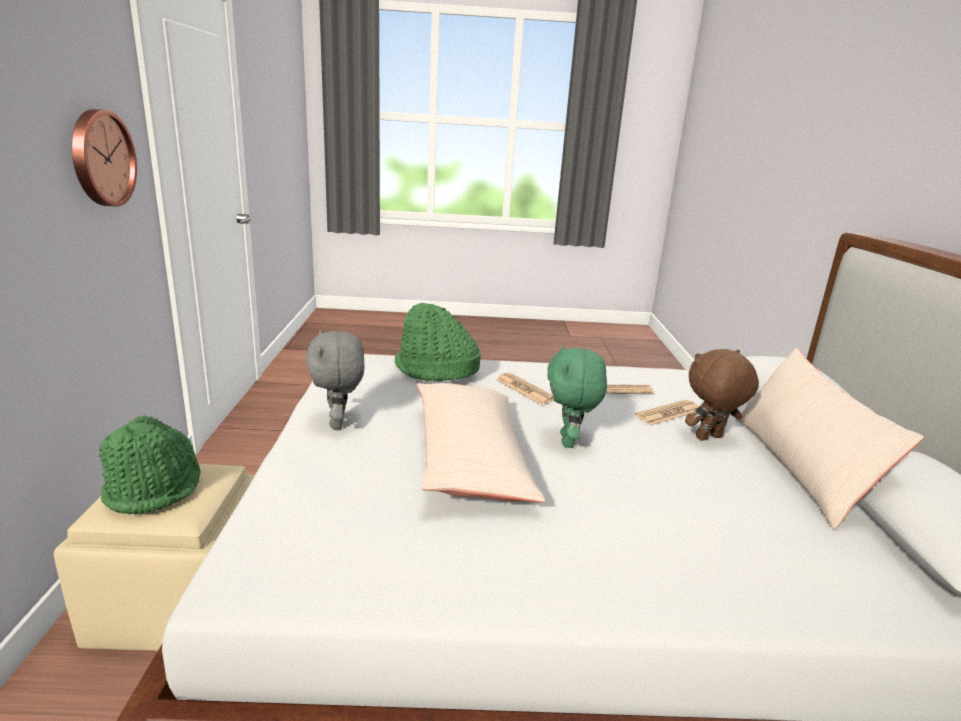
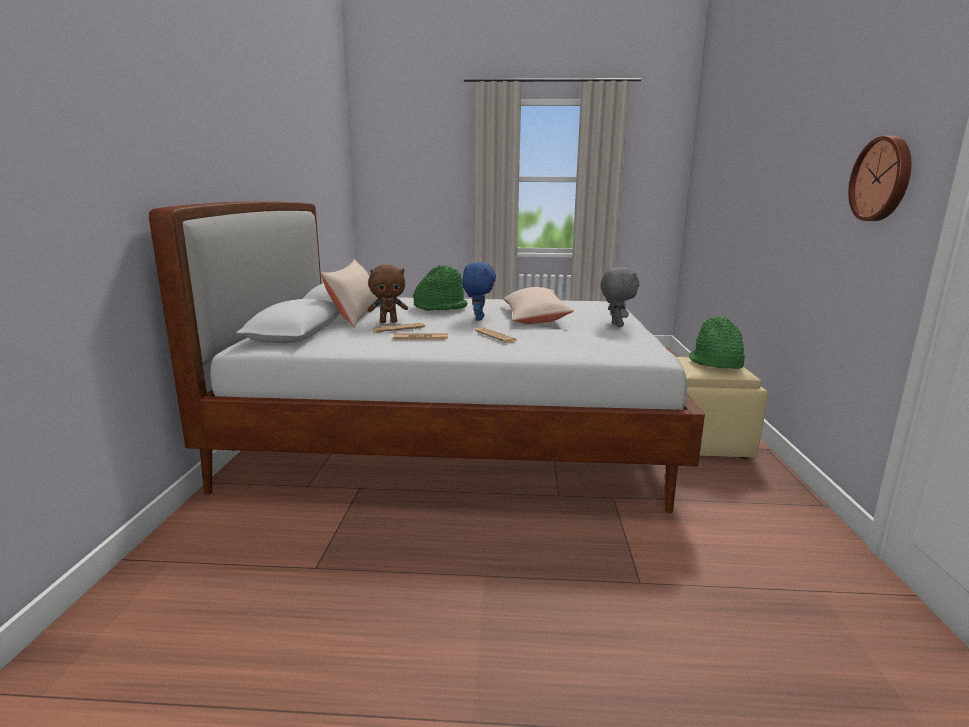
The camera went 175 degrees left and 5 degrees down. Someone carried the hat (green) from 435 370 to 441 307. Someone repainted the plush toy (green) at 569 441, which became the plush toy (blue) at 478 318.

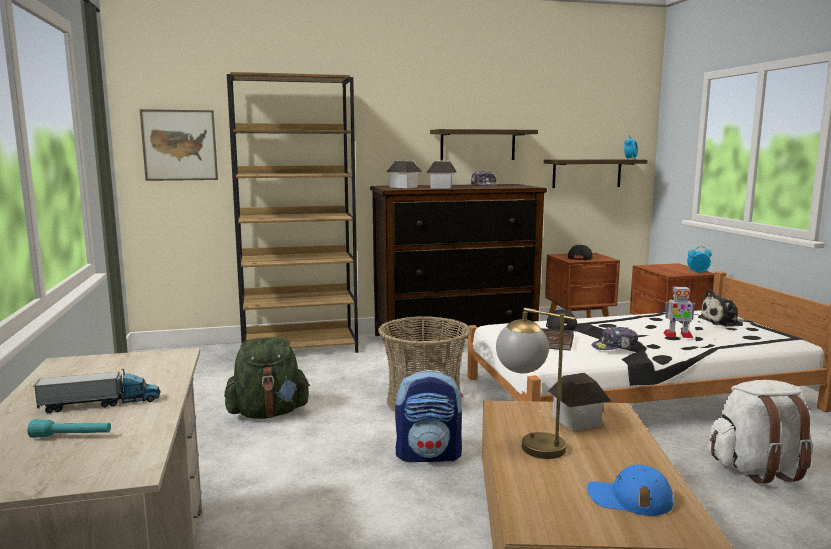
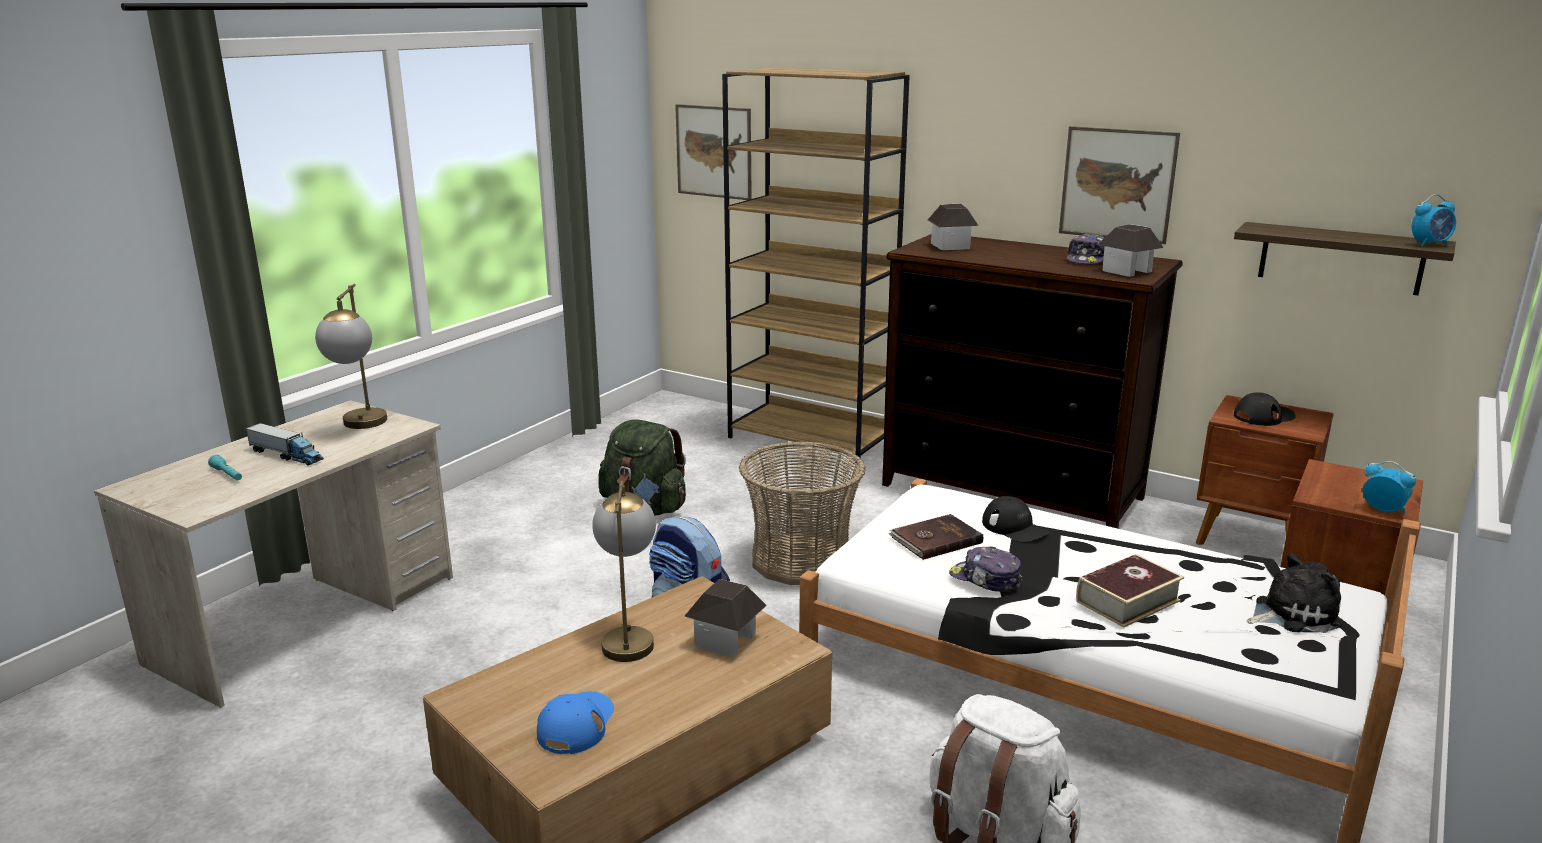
The camera went 45 degrees right and 10 degrees up. Someone put down the table lamp at 361 427. Someone carried the toy house from 441 187 to 1127 271. Someone swapped the shelf at 478 145 for the picture at 1117 184. Someone swapped the toy robot at 677 335 for the book at 1127 601. Someone rotated the cap (blue) at 629 498 by 45 degrees clockwise. Someone rotated the plush toy at 723 322 by 135 degrees clockwise.

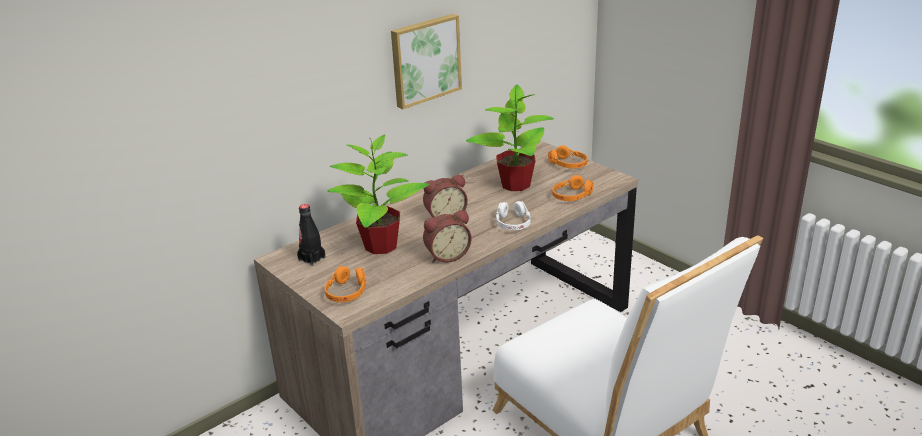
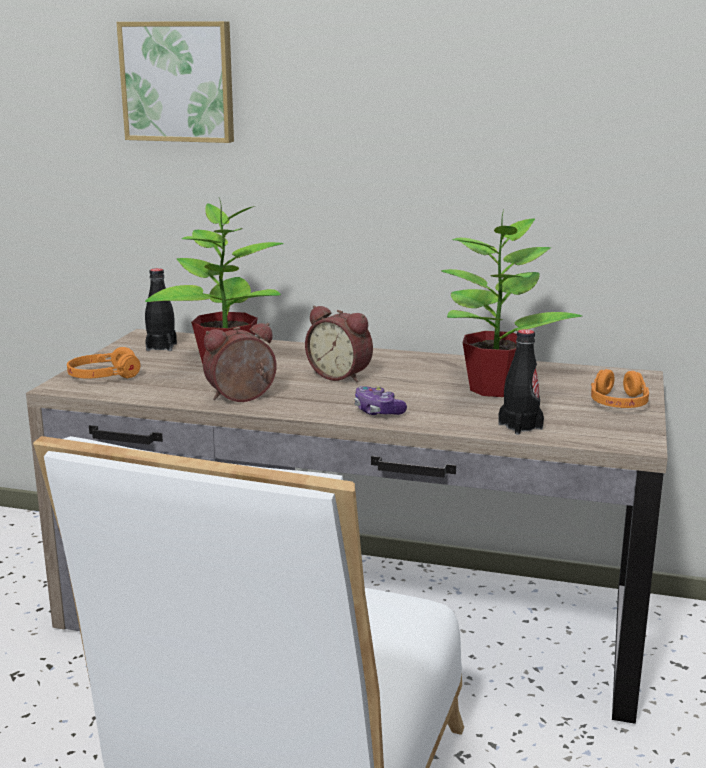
The camera went 55 degrees right and 10 degrees down. Someone carried the picture from 424 60 to 178 82. Someone swapped the headphones (white) at 513 223 for the game controller at 378 411. Someone swapped the headphones (orange) at 572 196 for the bottle (black) at 520 426. Someone rotated the alarm clock at 447 255 by 120 degrees clockwise.

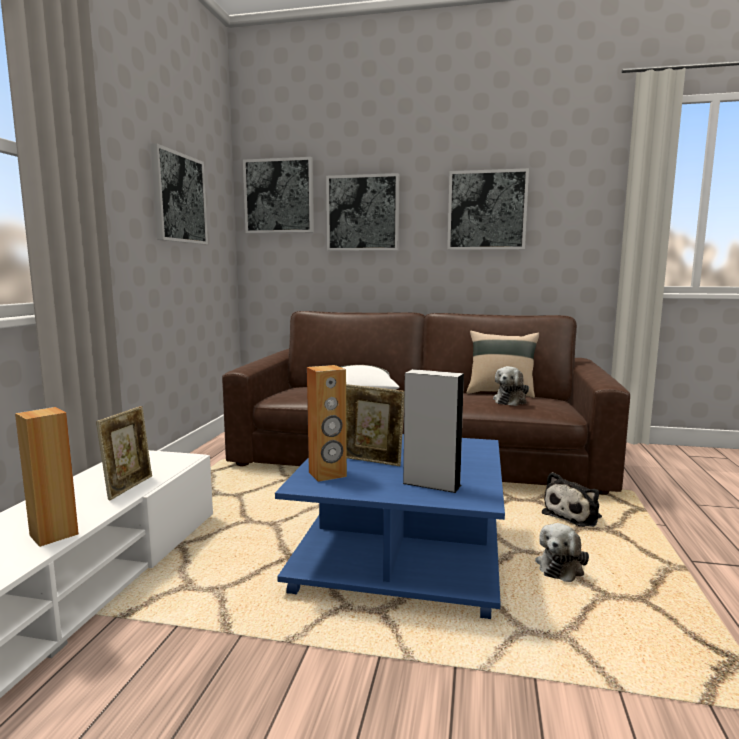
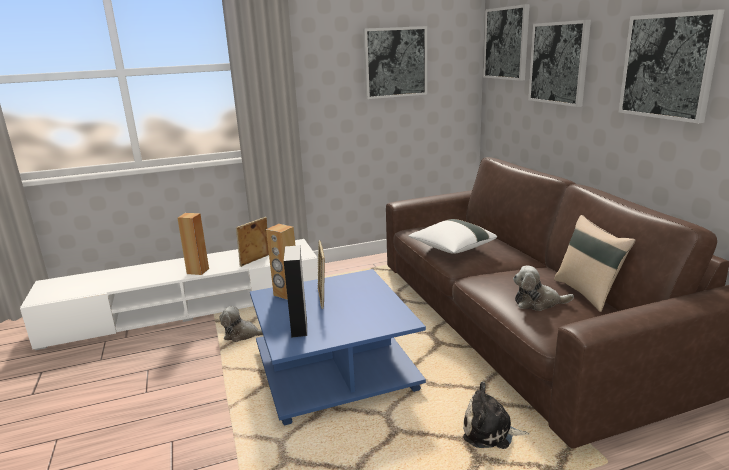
The camera went 60 degrees right and 10 degrees up. Someone carried the plush toy from 560 567 to 242 335. Someone rotated the picture frame at 129 487 by 150 degrees clockwise.

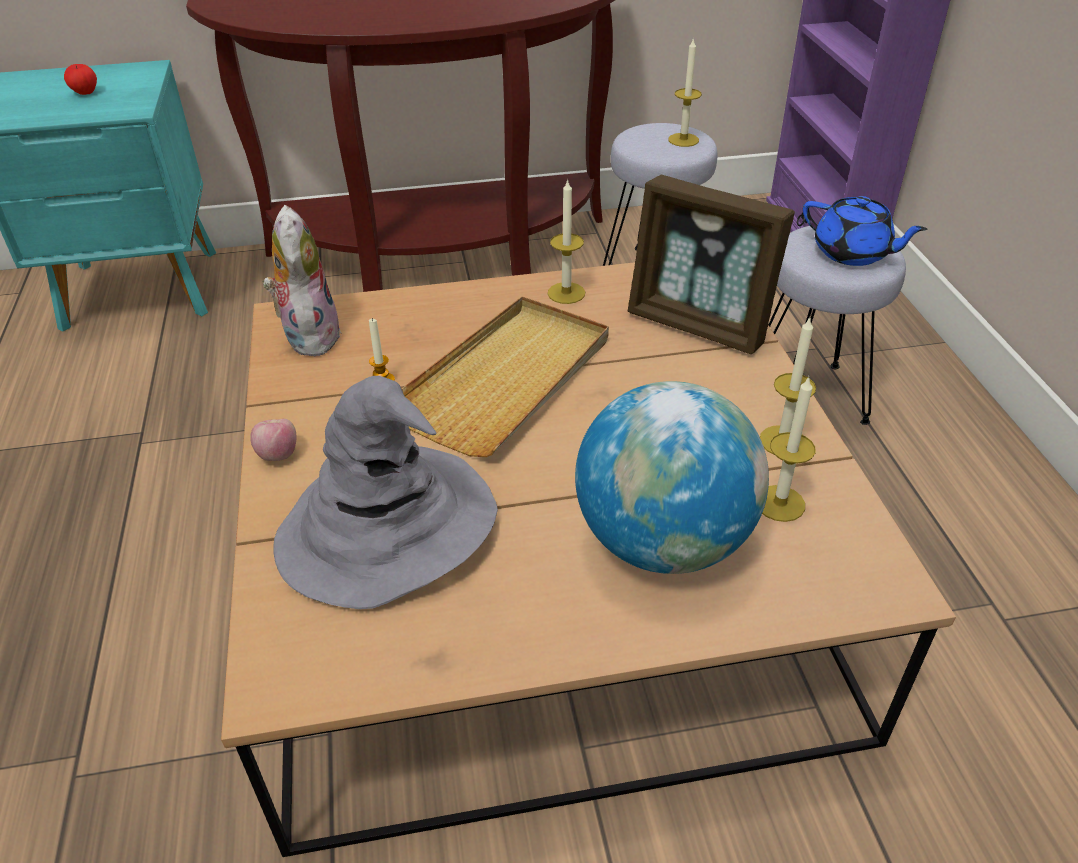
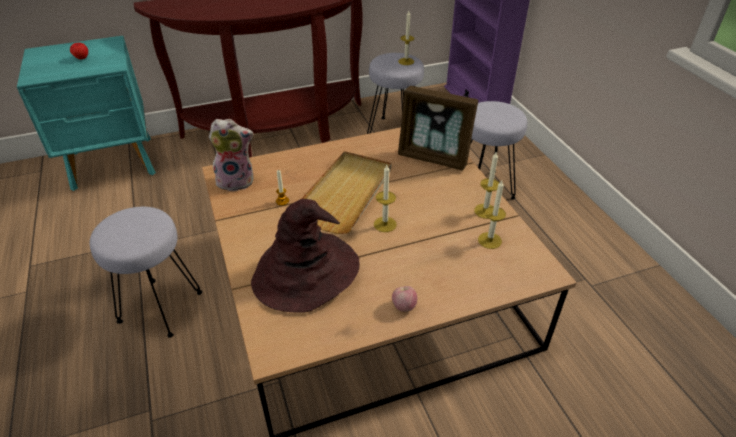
The camera went 10 degrees left and 0 degrees up. Someone took away the globe at 663 541. Someone took away the teapot (blue) at 852 253. Someone put down the stool (grey) at 160 308. Someone carried the apple from 278 455 to 404 306. Someone carried the candle from 566 293 to 385 224. Someone repainted the hat (grey) at 387 527, which became the hat (brown) at 306 273. Someone rotated the plush toy at 308 335 by 105 degrees clockwise.

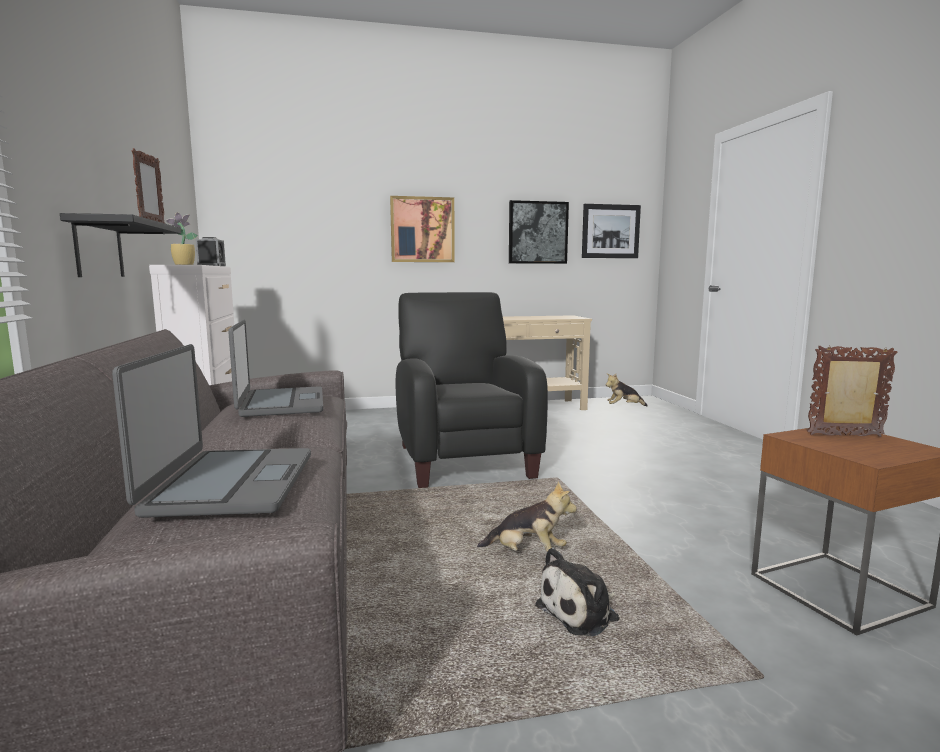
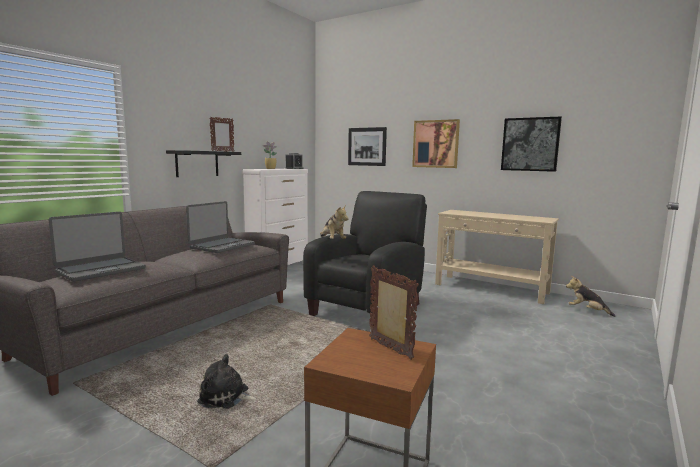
The camera went 45 degrees right and 0 degrees up. Someone carried the plush toy from 527 554 to 332 241. Someone carried the picture from 610 231 to 367 146.

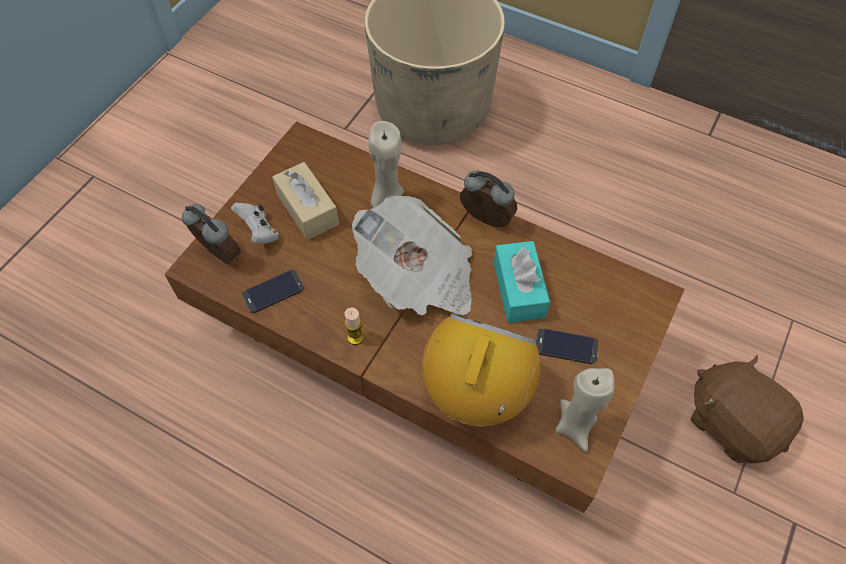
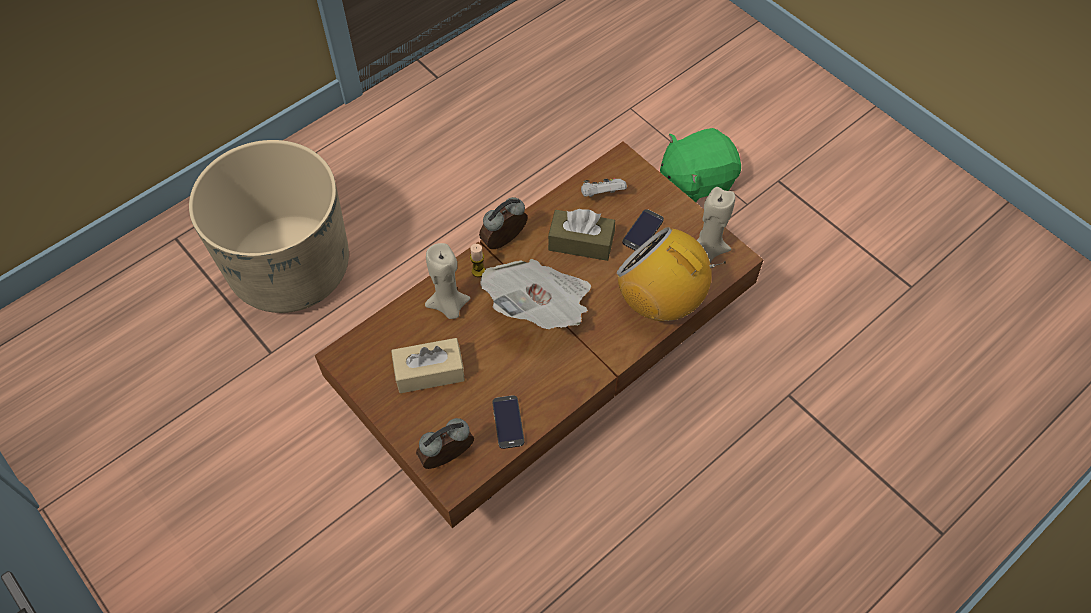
The camera went 70 degrees left and 0 degrees up. Someone carried the game controller (white) from 259 232 to 601 195. Someone carried the candle from 355 337 to 478 271. Someone repainted the tissue box (turquoise) at 518 289, which became the tissue box (brown) at 581 242. Someone repainted the plush toy (brown) at 732 422, which became the plush toy (green) at 696 181.

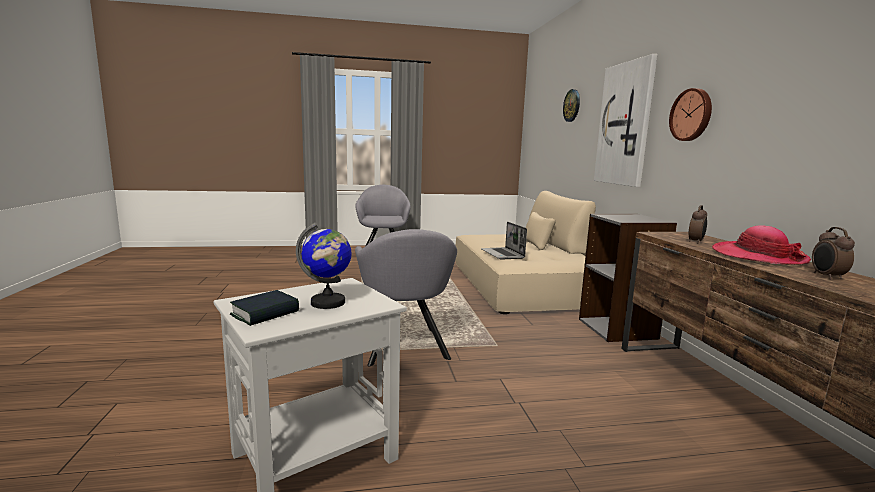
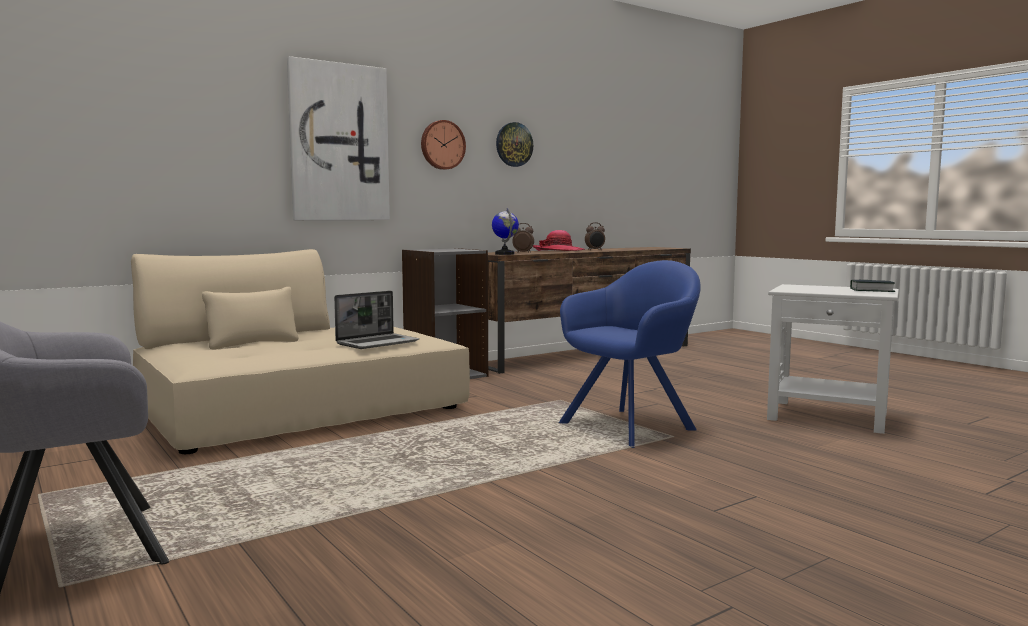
The camera went 115 degrees left and 5 degrees down. Someone carried the globe from 328 303 to 505 254. Someone carried the wall clock from 572 105 to 514 144. Someone repainted the armchair (grey) at 404 349, which became the armchair (blue) at 632 425.

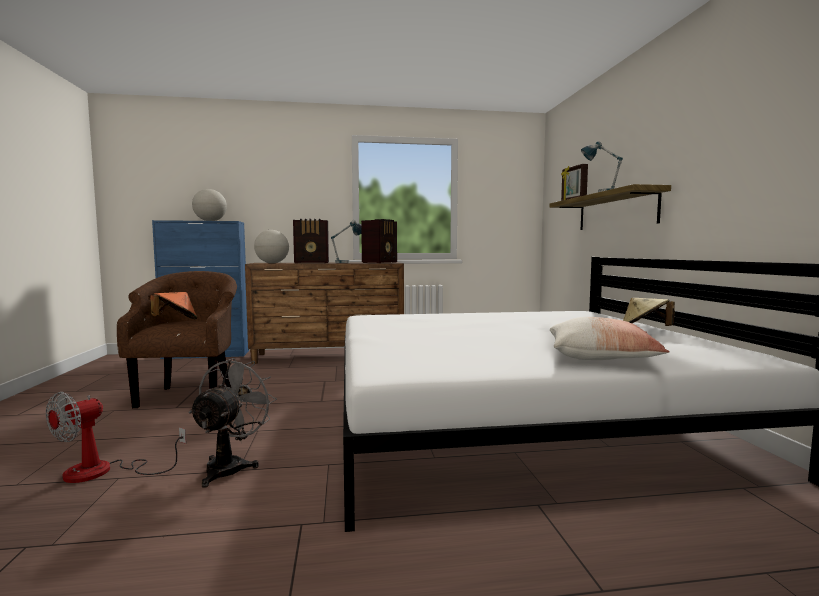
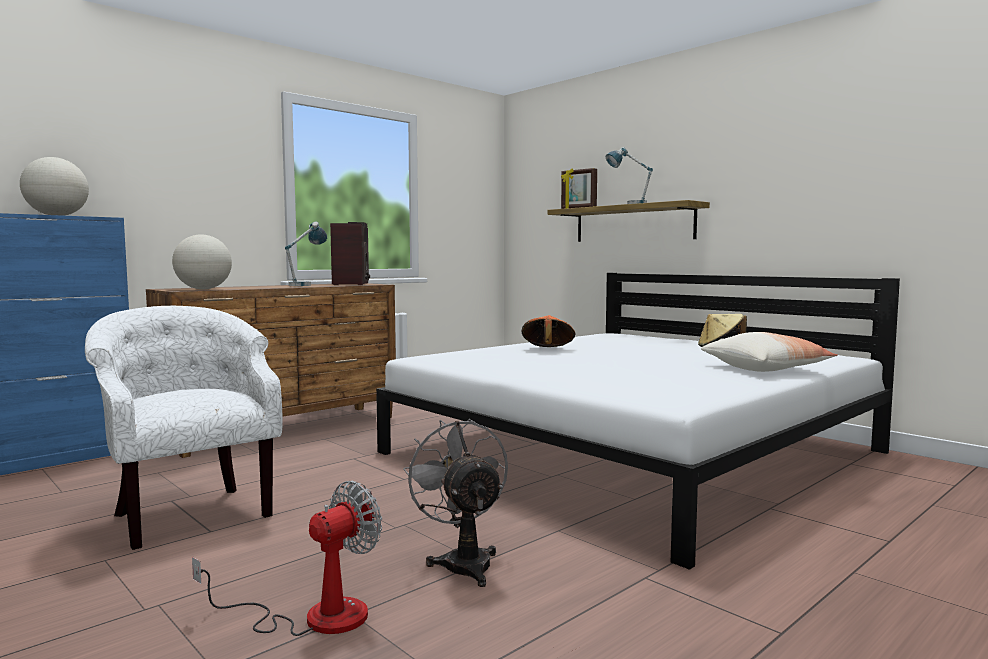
The camera went 35 degrees left and 0 degrees up. Someone took away the radio at 312 262. Someone carried the hat (orange) from 176 321 to 547 349. Someone repainted the armchair (brown) at 190 395, which became the armchair (white) at 188 513. Someone rotated the fan at 103 472 by 135 degrees counterclockwise.

